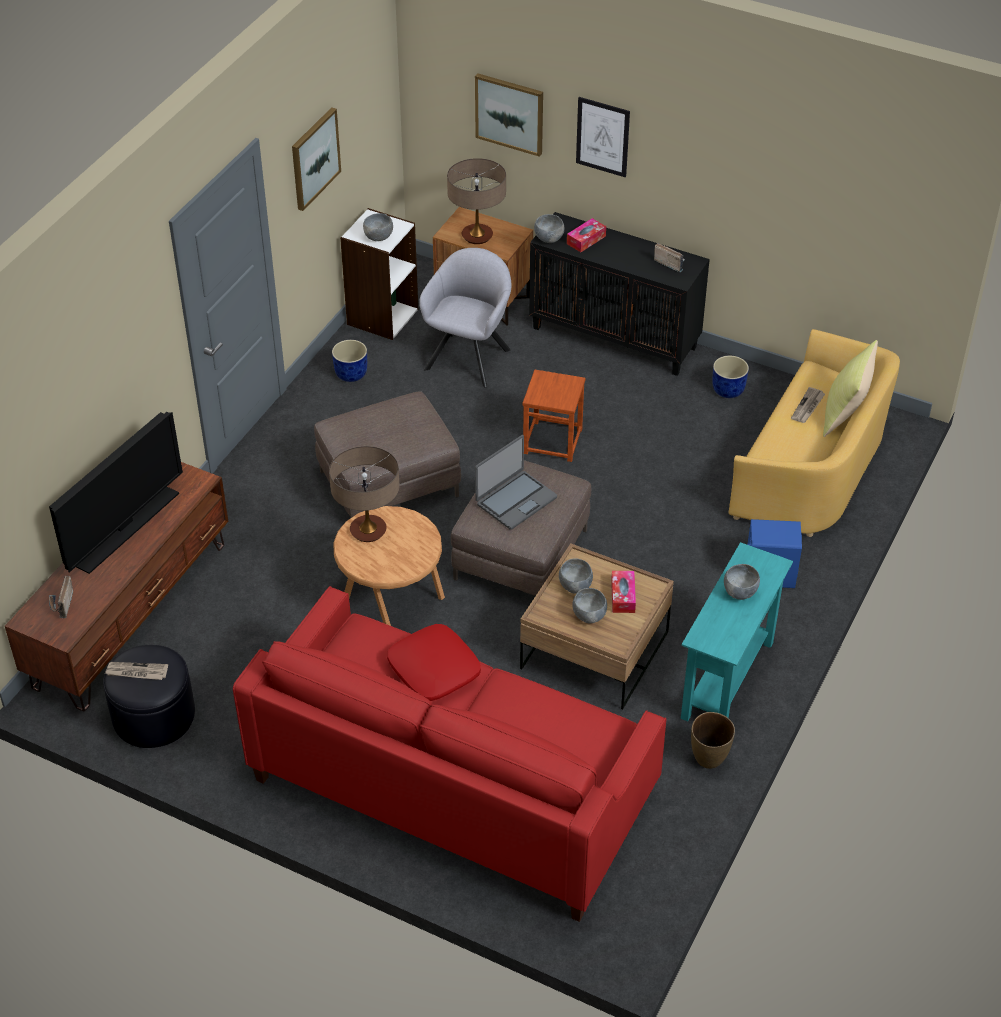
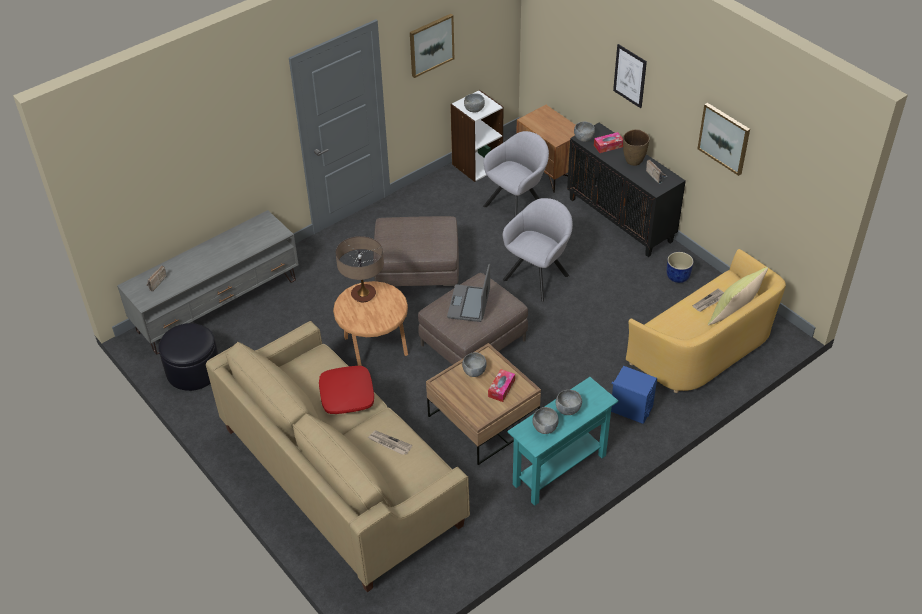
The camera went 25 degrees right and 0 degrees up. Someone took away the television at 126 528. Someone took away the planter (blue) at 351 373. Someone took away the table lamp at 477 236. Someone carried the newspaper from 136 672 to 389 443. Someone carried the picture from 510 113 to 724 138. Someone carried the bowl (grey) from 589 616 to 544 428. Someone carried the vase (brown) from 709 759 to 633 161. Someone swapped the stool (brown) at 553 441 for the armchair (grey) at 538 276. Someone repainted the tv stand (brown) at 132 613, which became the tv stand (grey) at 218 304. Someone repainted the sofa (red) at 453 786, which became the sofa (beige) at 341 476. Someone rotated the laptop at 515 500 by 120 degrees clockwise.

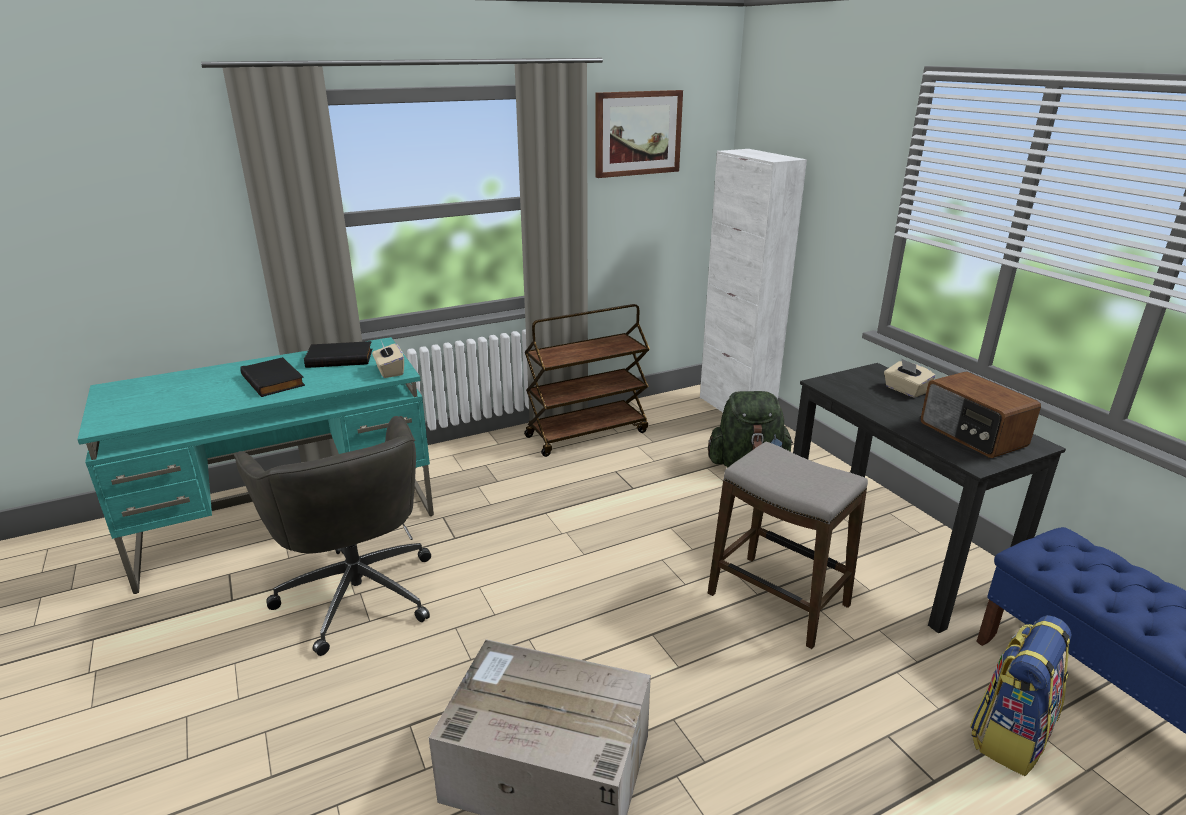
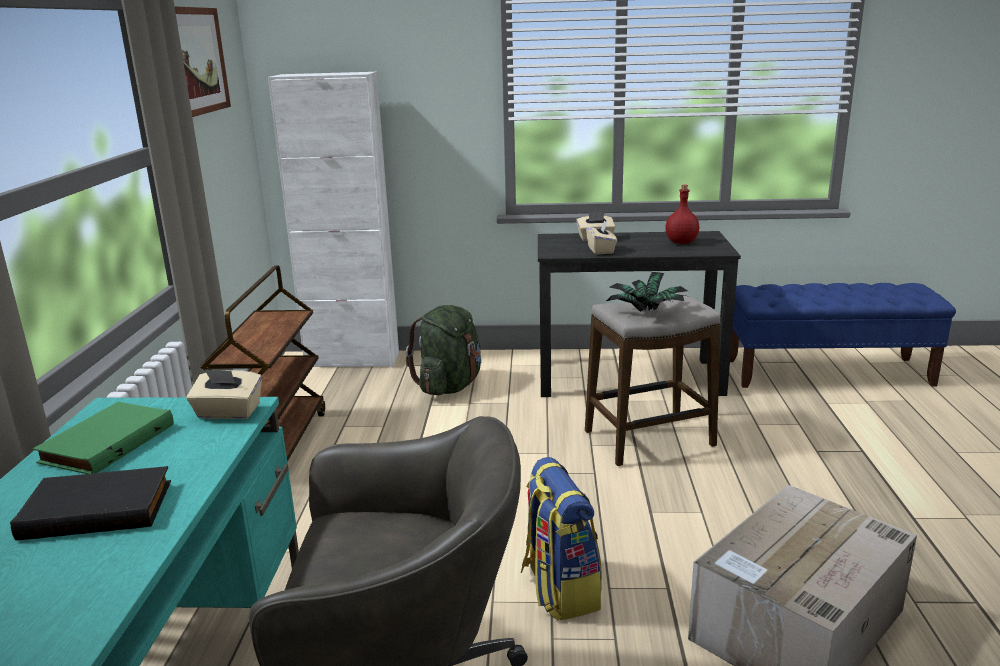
The camera went 60 degrees left and 5 degrees down. Someone put down the tissue box (beige) at 601 250. Someone put down the potted plant at 647 312. Someone carried the backpack from 1009 734 to 559 589. Someone swapped the radio at 971 435 for the bottle (red) at 681 242. Someone repainted the book (black) at 340 358, which became the book (green) at 106 443.

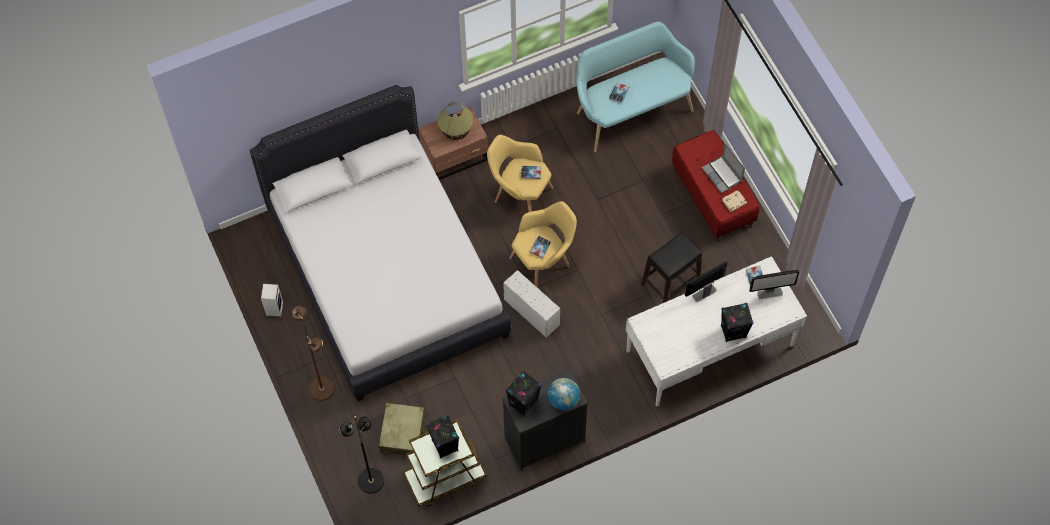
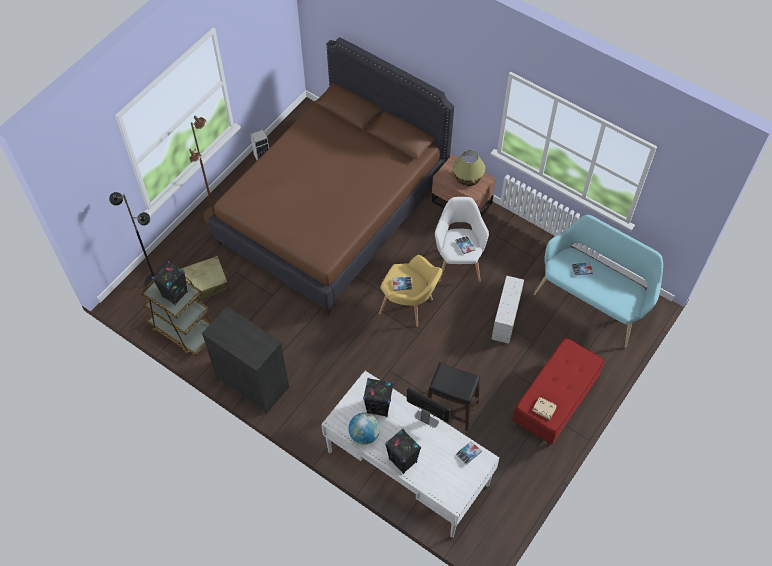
The camera went 60 degrees right and 5 degrees down. Someone took away the laptop at 722 175. Someone took away the monitor at 770 293. Someone carried the storage box (white) from 531 311 to 506 317. Someone carried the speaker (black) from 523 403 to 379 407. Someone carried the globe from 563 400 to 364 434. Someone repainted the bed (white) at 387 274, which became the bed (brown) at 332 210. Someone repainted the armchair (yellow) at 519 195, which became the armchair (white) at 458 261.

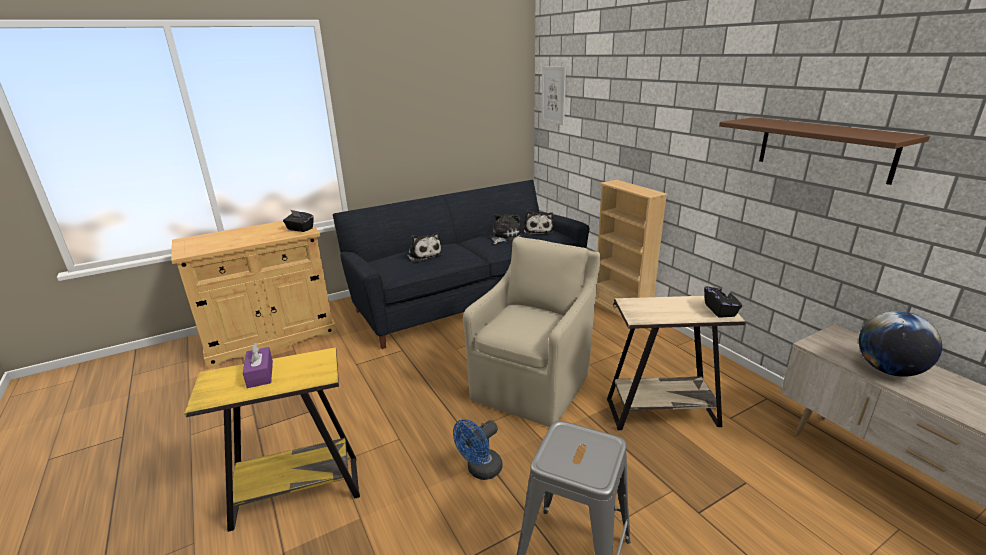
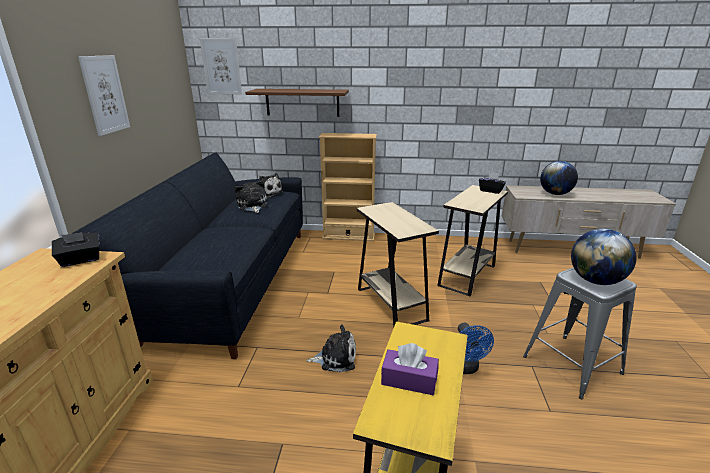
The camera went 55 degrees left and 0 degrees up. Someone put up the picture at 105 94. Someone put down the globe at 595 281. Someone carried the plush toy from 423 255 to 335 358. Someone carried the shelf (brown) from 824 148 to 302 102. Someone swapped the armchair (beige) at 533 385 for the side table (beige) at 391 304.

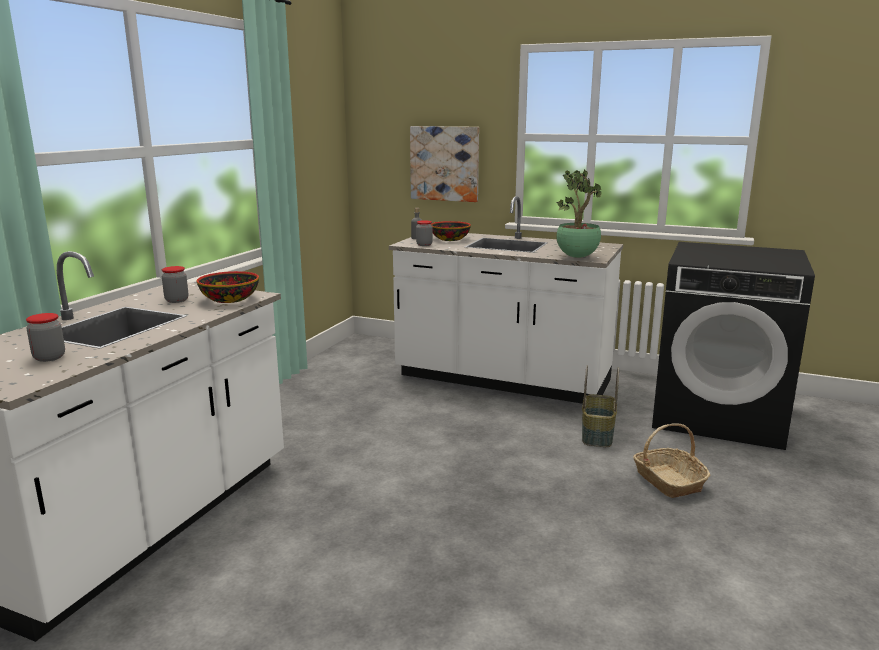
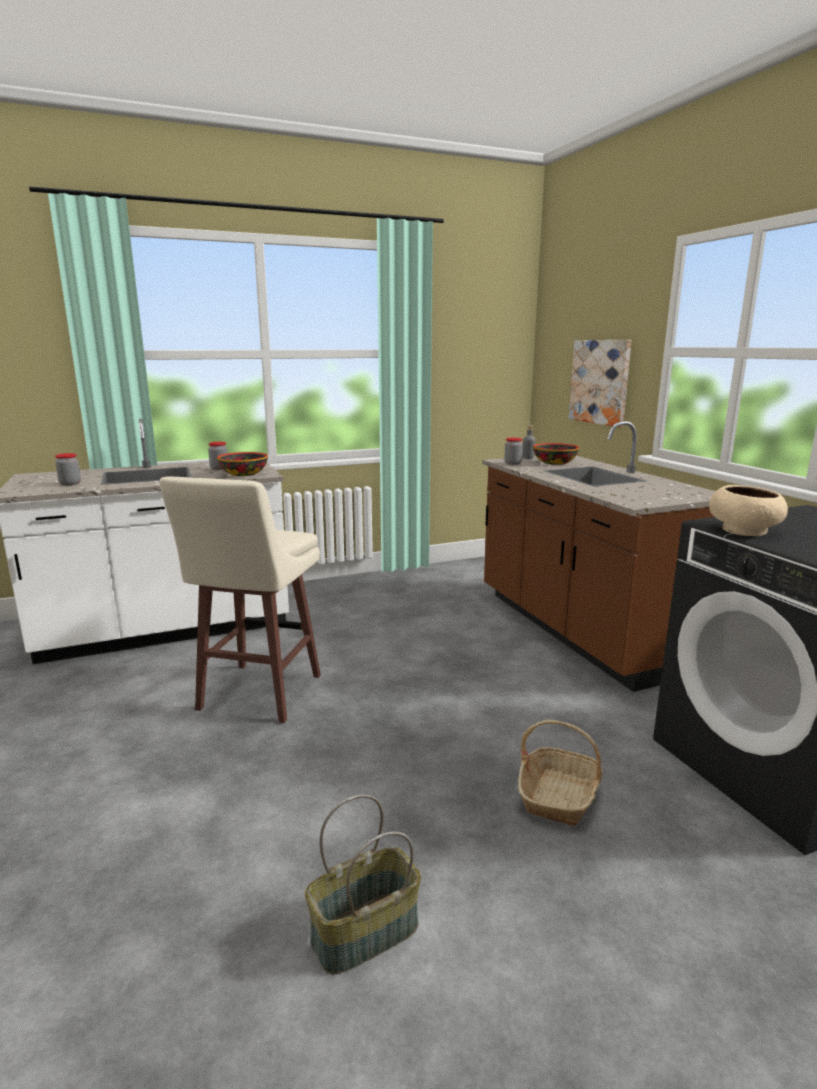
The camera went 45 degrees right and 0 degrees up. Someone took away the potted plant at 578 257. Someone put down the stool (beige) at 258 694. Someone put down the bowl (beige) at 744 530. Someone carried the basket from 598 435 to 365 934. Someone repainted the counter (white) at 502 379, which became the counter (brown) at 579 630.

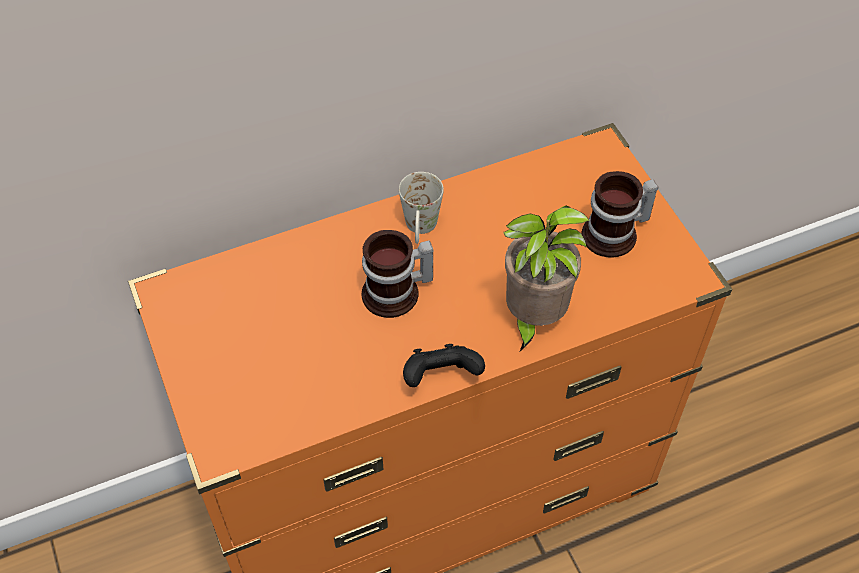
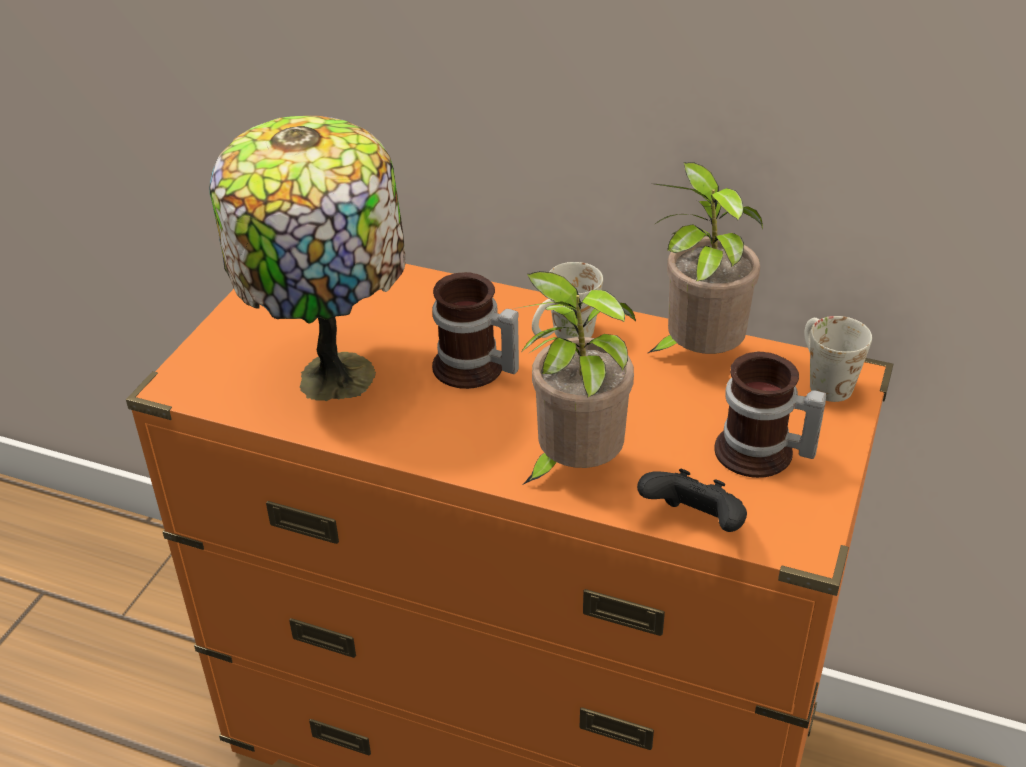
The camera went 45 degrees right and 15 degrees down. Someone put down the table lamp at 332 372. Someone put down the potted plant at 697 356. Someone put down the mug (white) at 822 380. Someone carried the game controller (black) from 441 377 to 694 524.

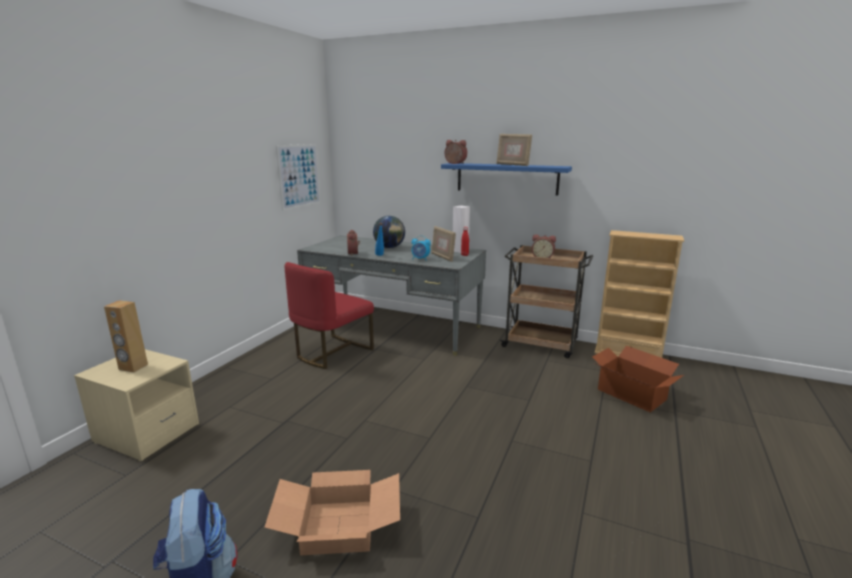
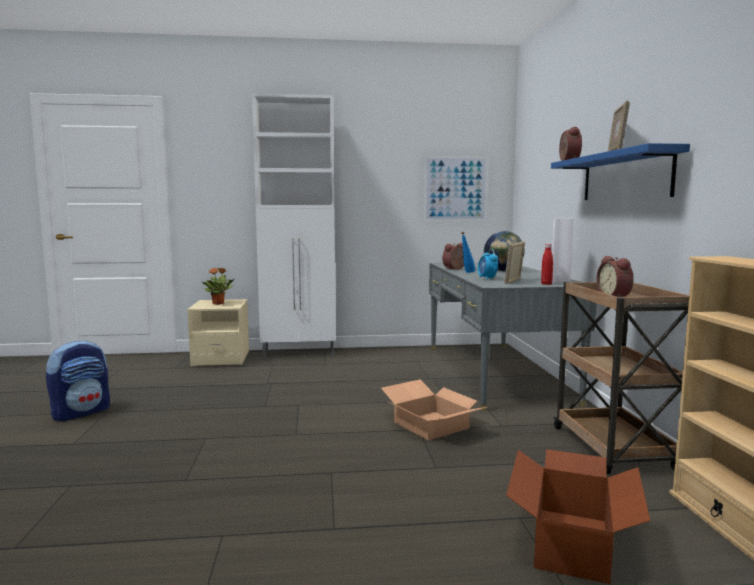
The camera went 60 degrees right and 10 degrees down. Someone took away the chair (red) at 332 352. Someone put down the cabinet (white) at 300 354. Someone carried the cardboard box from 337 528 to 429 425. Someone swapped the speaker (brown) at 133 367 for the potted plant at 218 303.

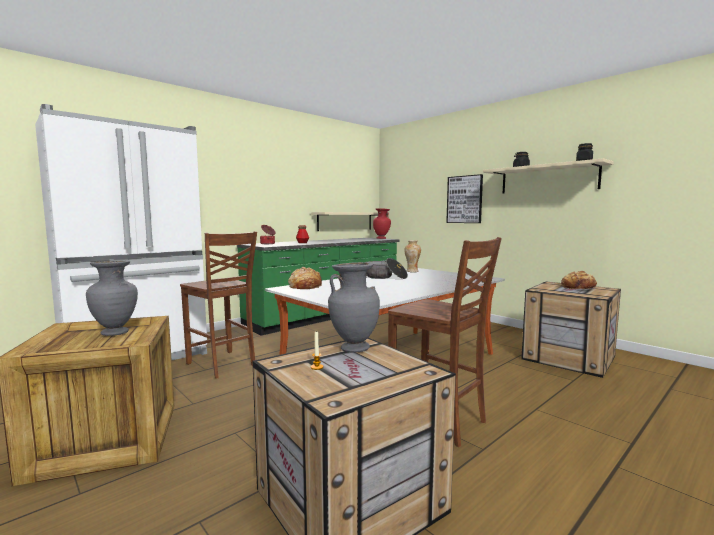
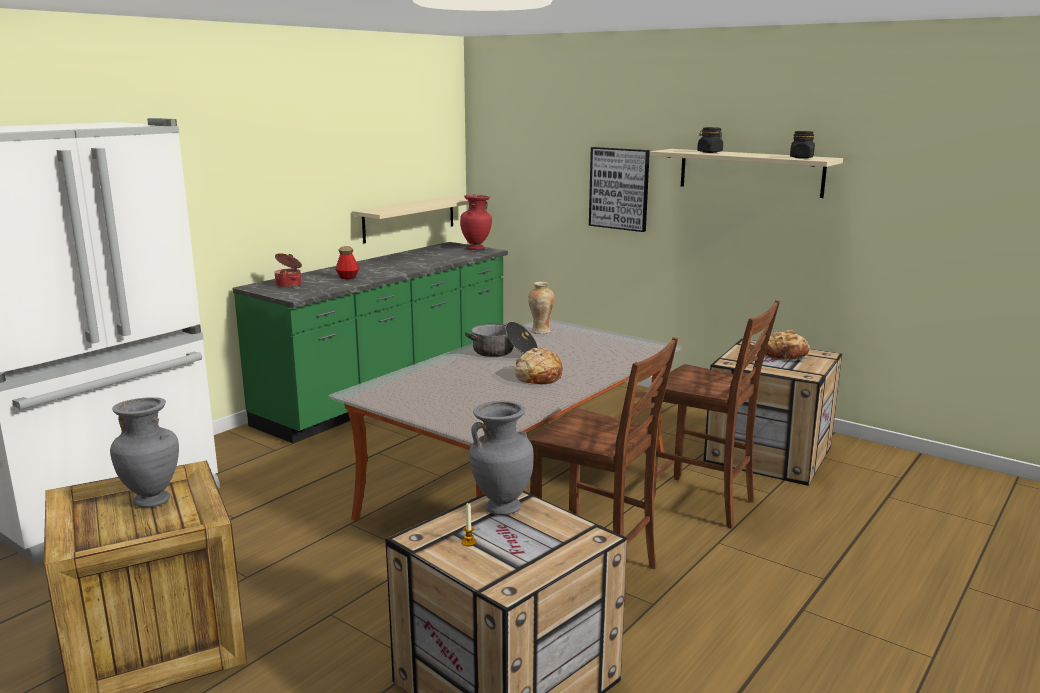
The camera went 10 degrees left and 10 degrees up. Someone carried the chair (brown) from 222 365 to 703 504. Someone carried the bread from 305 286 to 538 376.

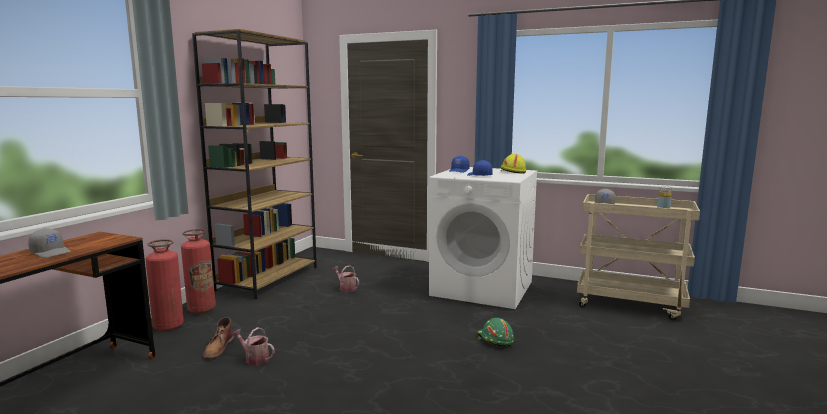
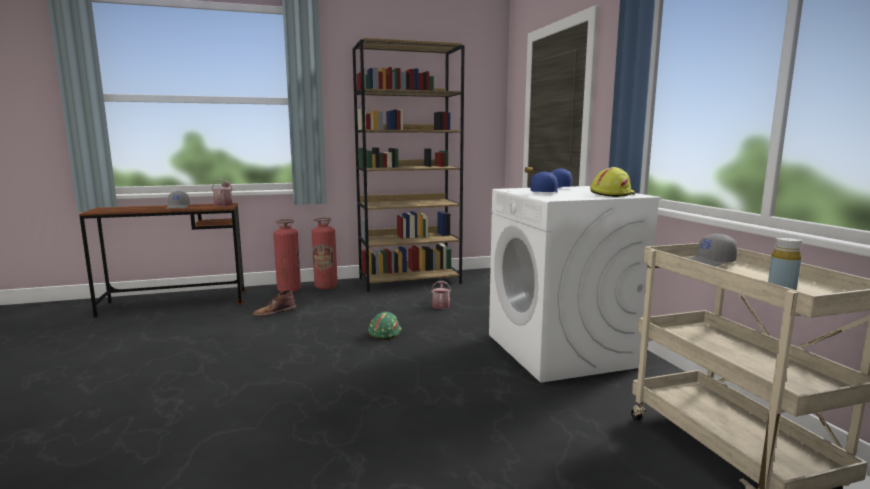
The camera went 50 degrees right and 0 degrees up. Someone carried the watering can from 254 359 to 223 205. Someone carried the hard hat (green) from 495 340 to 384 333.

